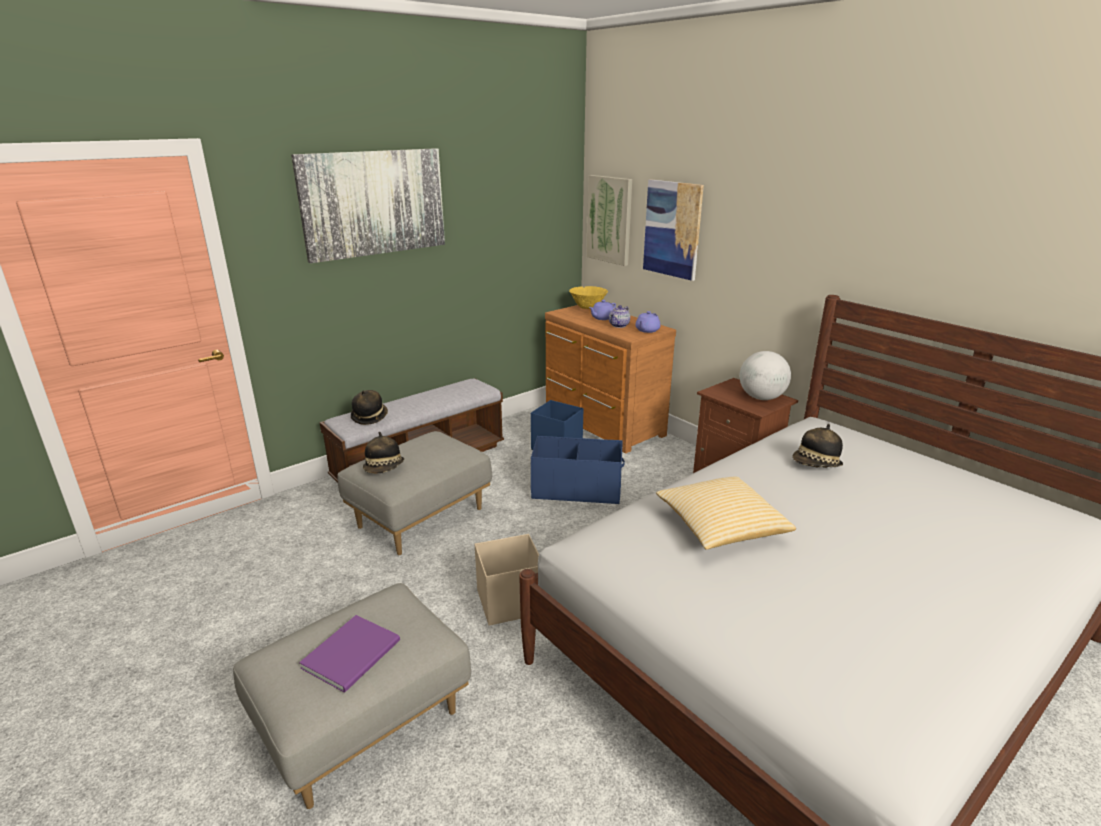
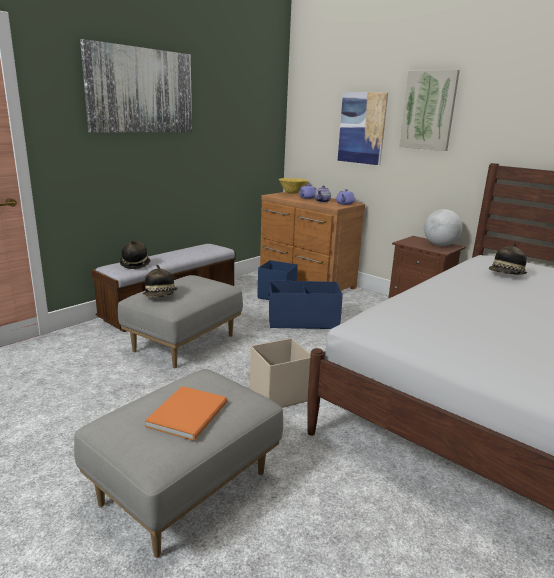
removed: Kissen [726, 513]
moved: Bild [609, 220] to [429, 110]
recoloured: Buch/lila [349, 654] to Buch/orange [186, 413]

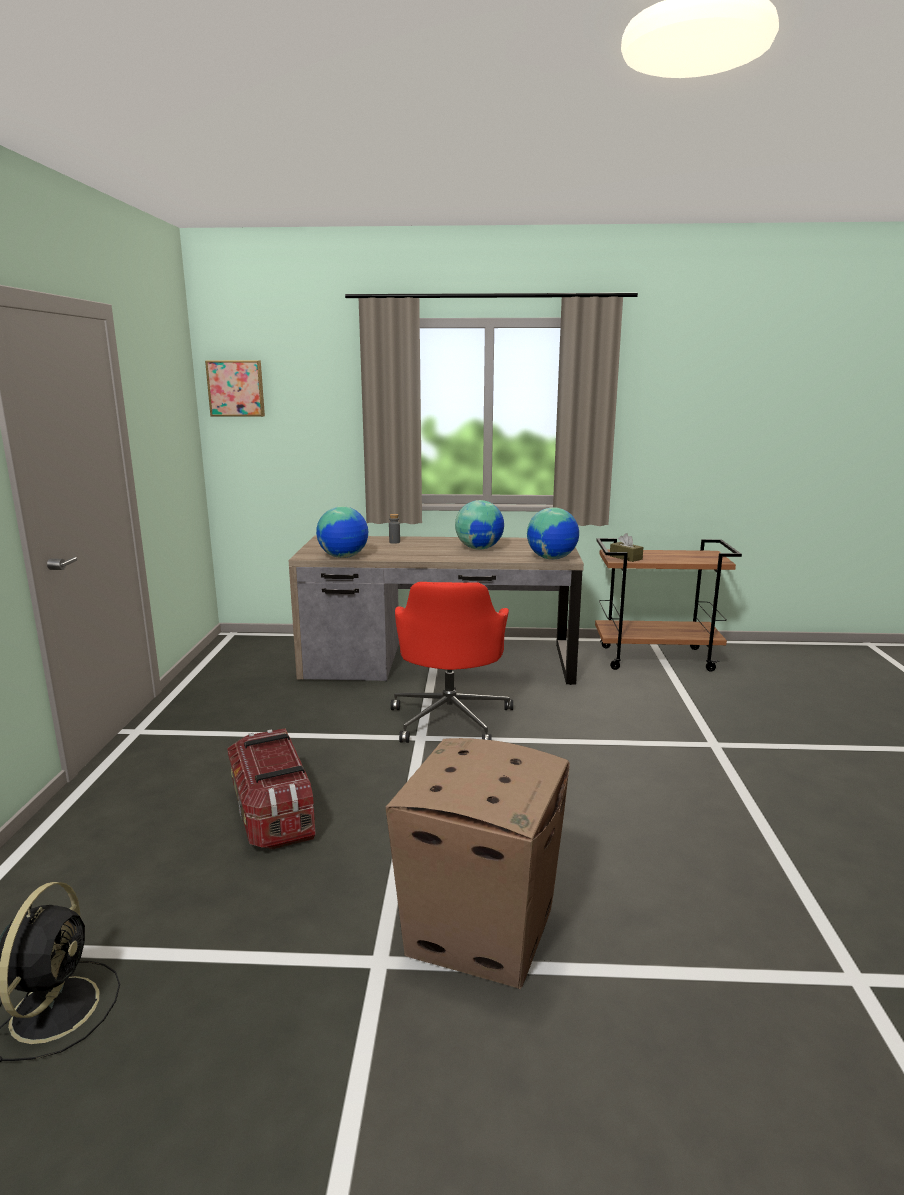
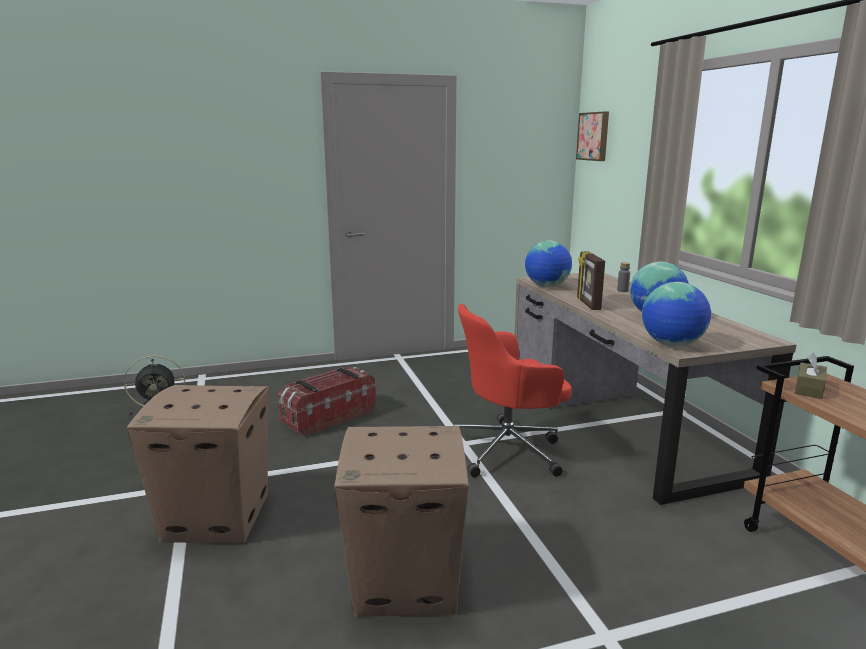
added: Karton [401, 521]; Bilderrahmen [591, 281]

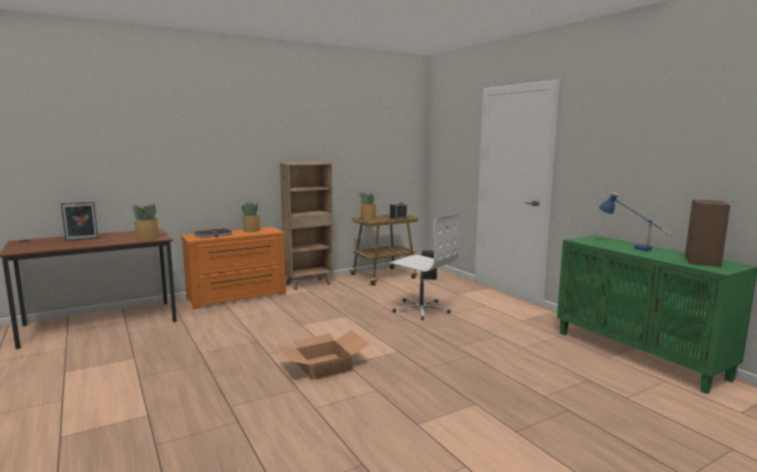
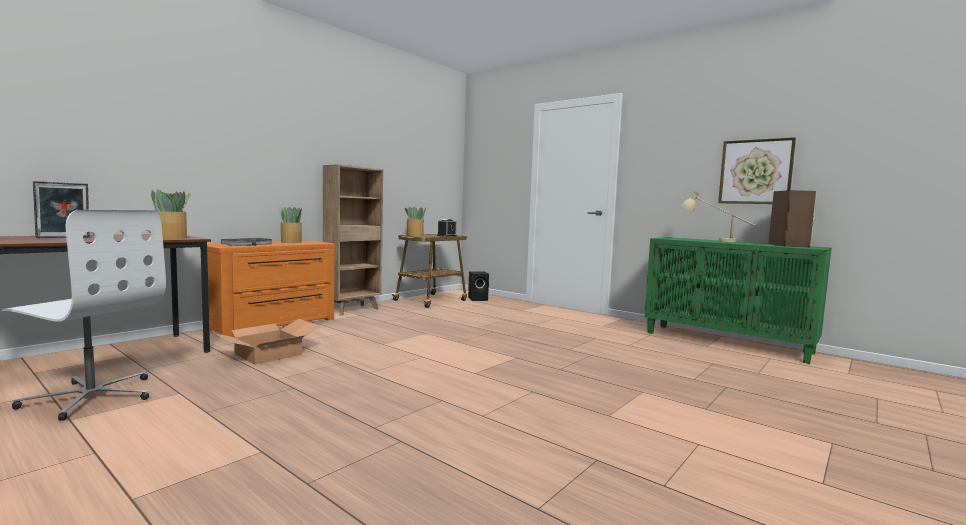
added: Bild [757, 170]
moved: Bürostuhl/weiß [423, 266] to [84, 315]; Karton [323, 355] to [266, 342]
recoloured: Tischlampe/blau [635, 221] to Tischlampe/beige [718, 216]

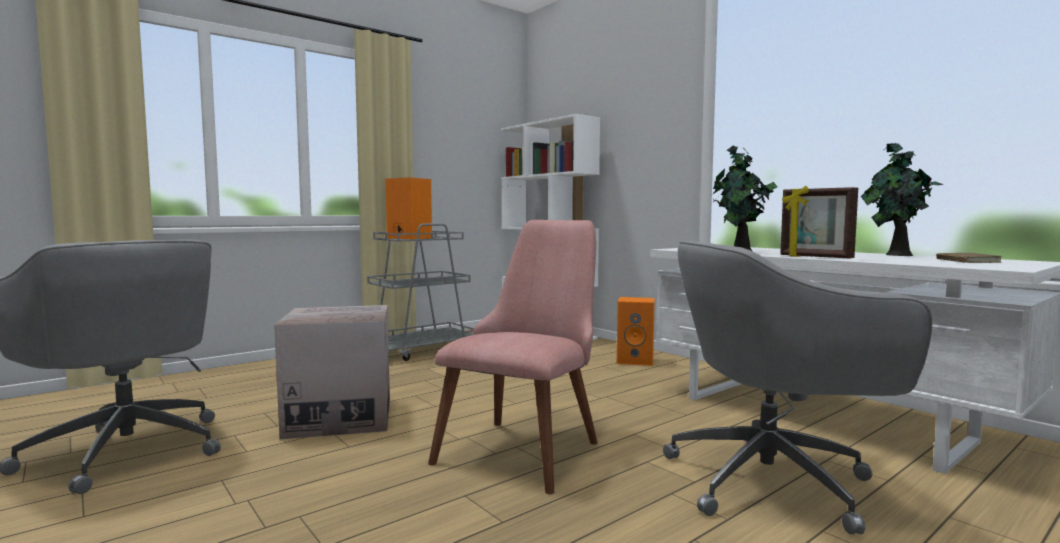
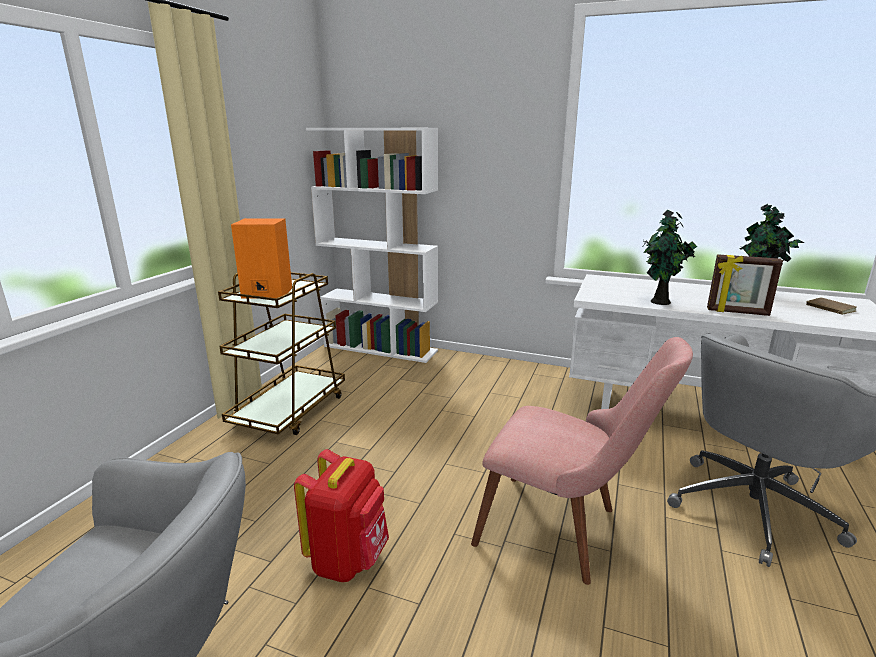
removed: Lautsprecher/orange [636, 331]
replaced: Karton [332, 372] to Rucksack/rot [341, 515]
recoloured: Rollwagen/grau [420, 292] to Rollwagen/braun [281, 353]
turned: Stuhl/rosa [513, 357] = [582, 461] 120 degrees clockwise

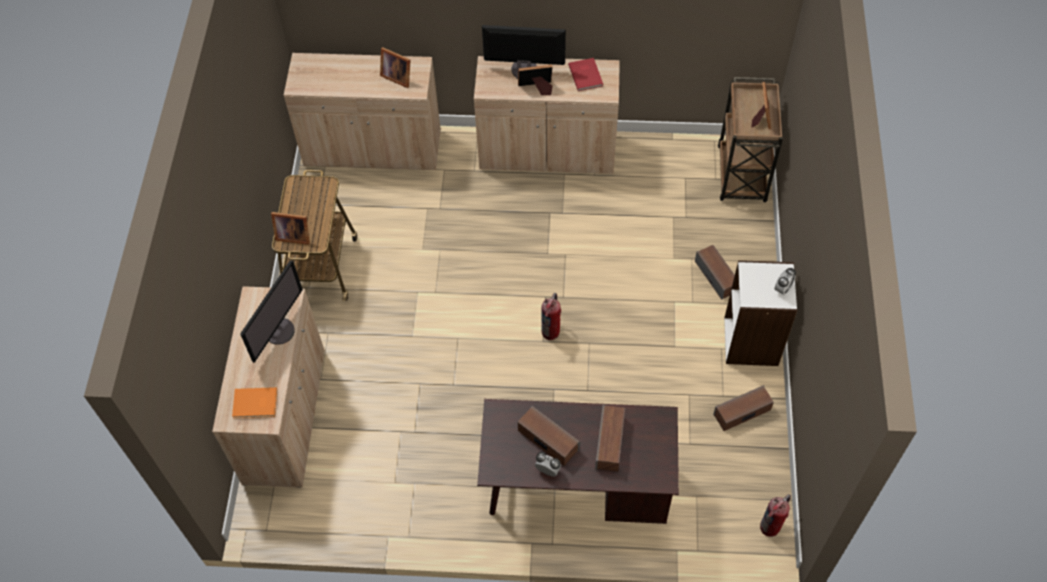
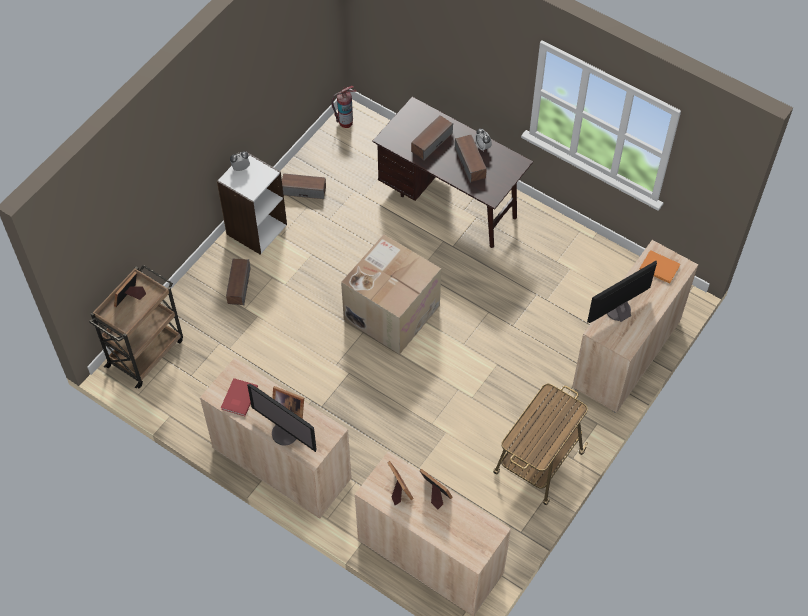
moved: Bilderrahmen [290, 228] to [436, 489]
replaced: Feuerlöscher [551, 316] to Karton [391, 294]

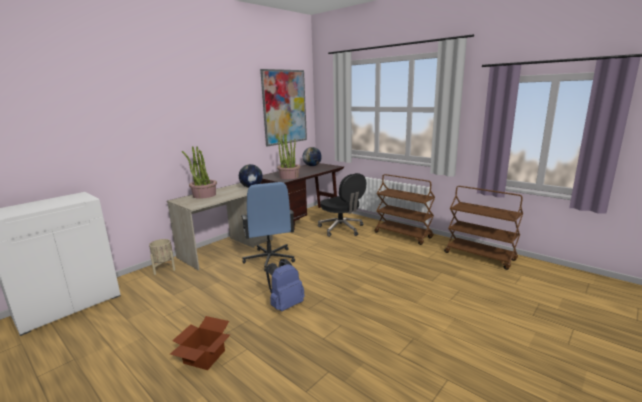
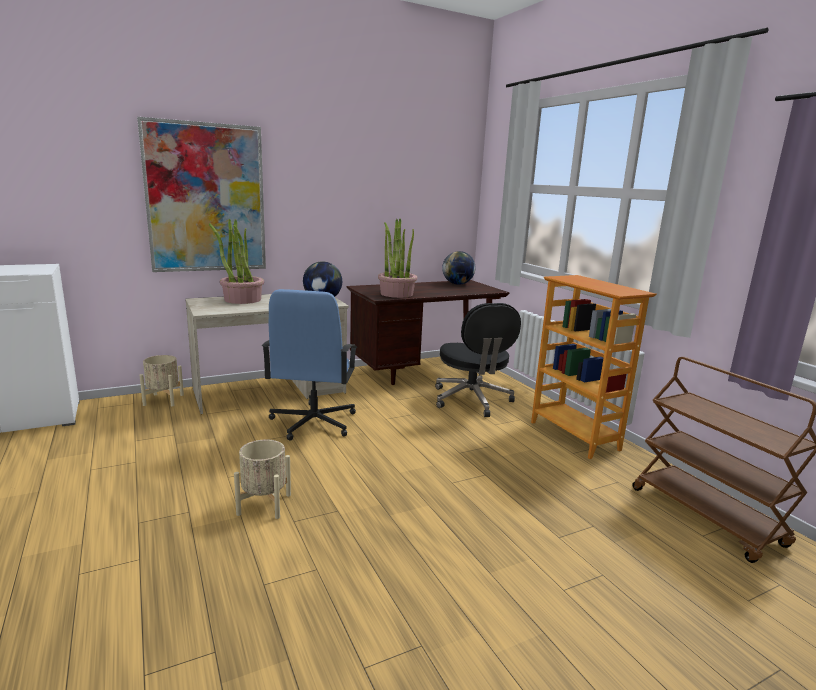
removed: Karton [200, 343]
moved: Bild [283, 107] to [201, 194]
replaced: Rucksack/blau [285, 285] to Pflanzkübel/beige [262, 479]; Rollwagen/braun [404, 209] to Bücherregal [593, 367]

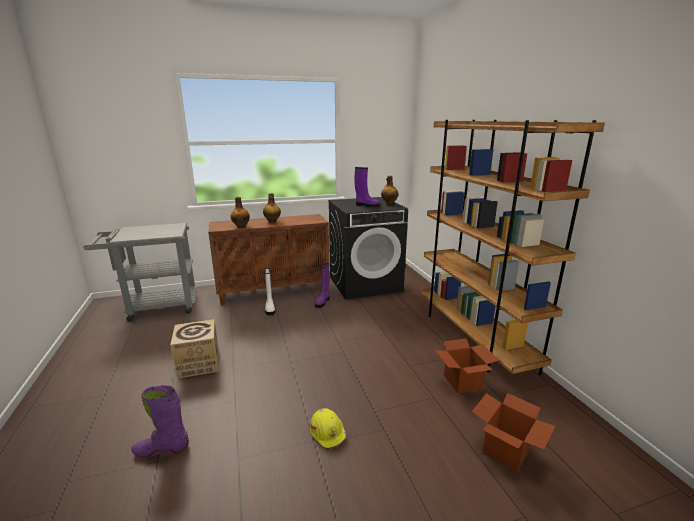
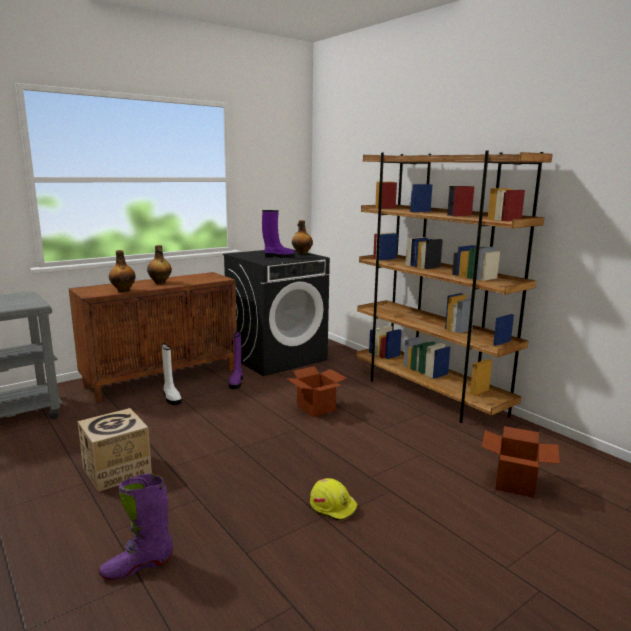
moved: Karton [467, 366] to [316, 391]

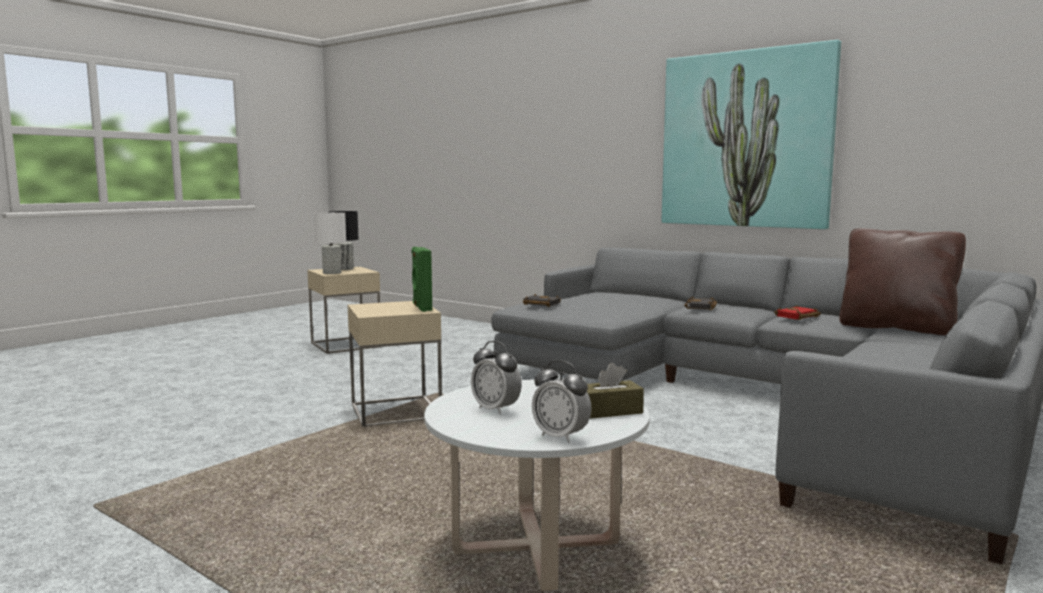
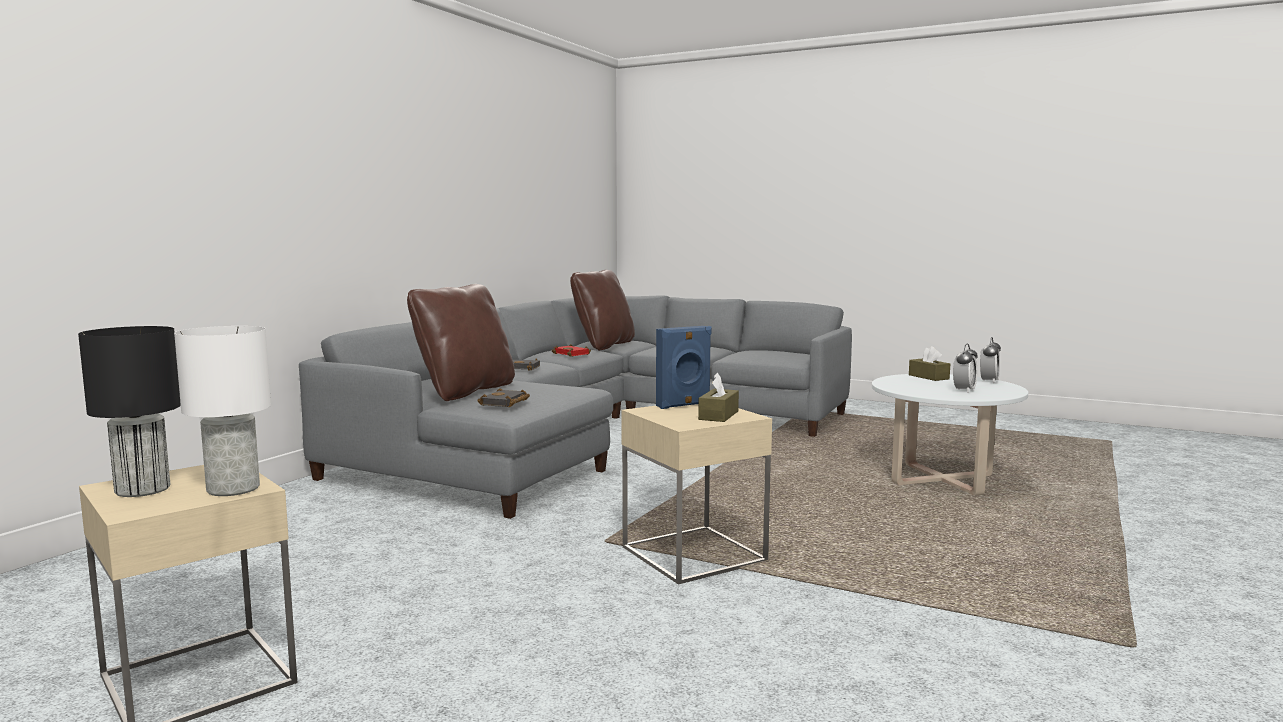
removed: Bild [751, 134]
added: Kissen/braun [461, 342]; Taschentuchbox/braun [718, 397]
recoloured: Lautsprecher/grün [421, 279] to Lautsprecher/blau [684, 367]

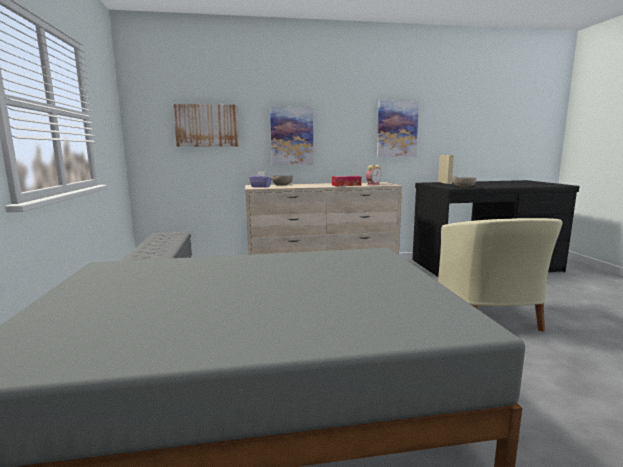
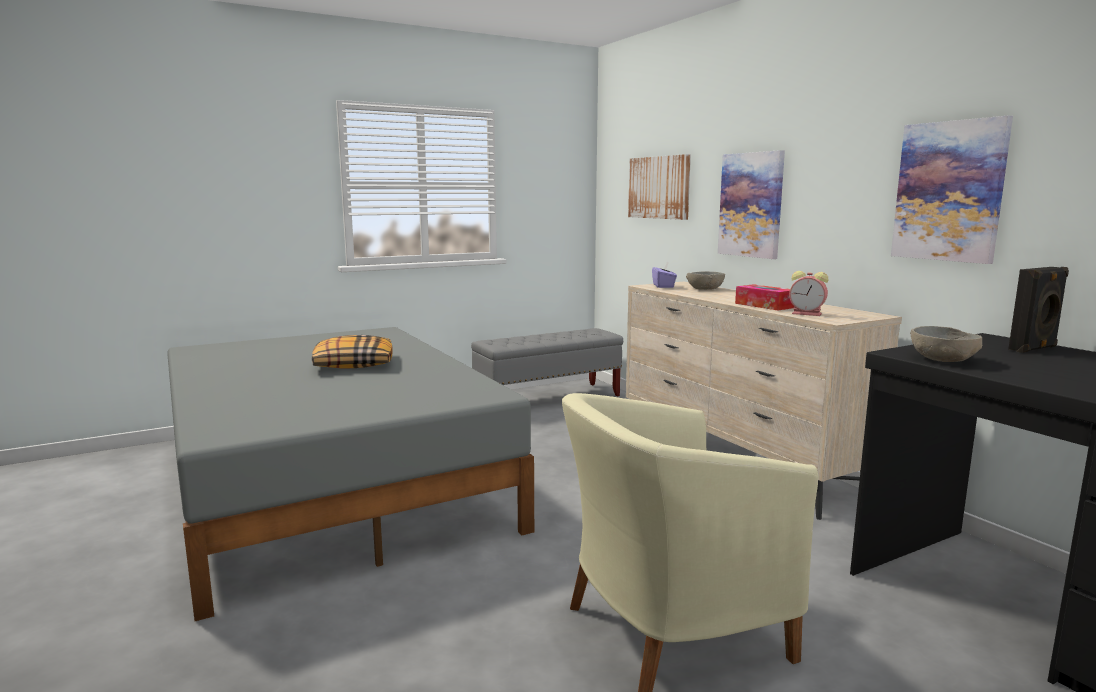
added: Kissen [352, 352]
recoloured: Lautsprecher/beige [446, 169] to Lautsprecher/schwarz [1038, 310]

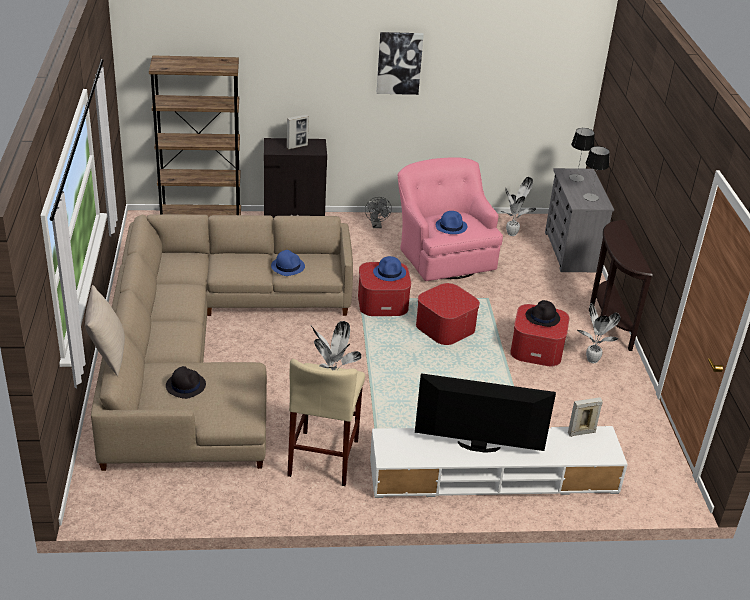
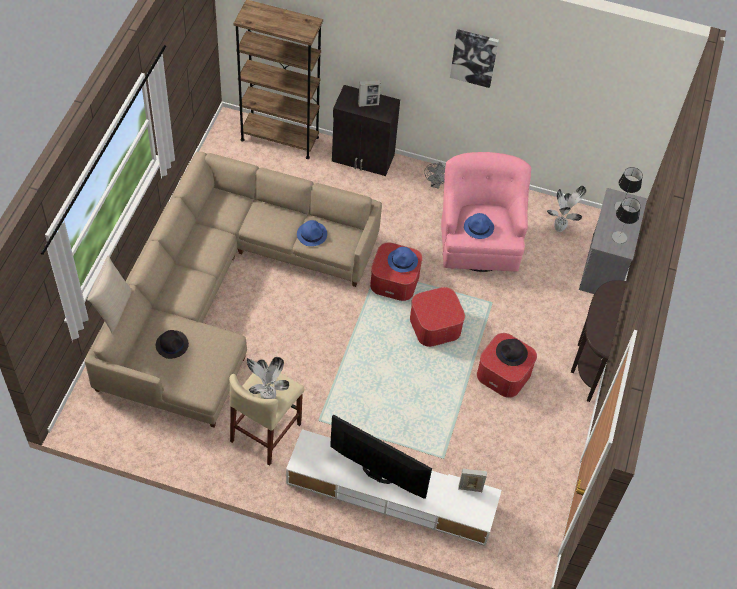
removed: Topfpflanze [599, 333]

